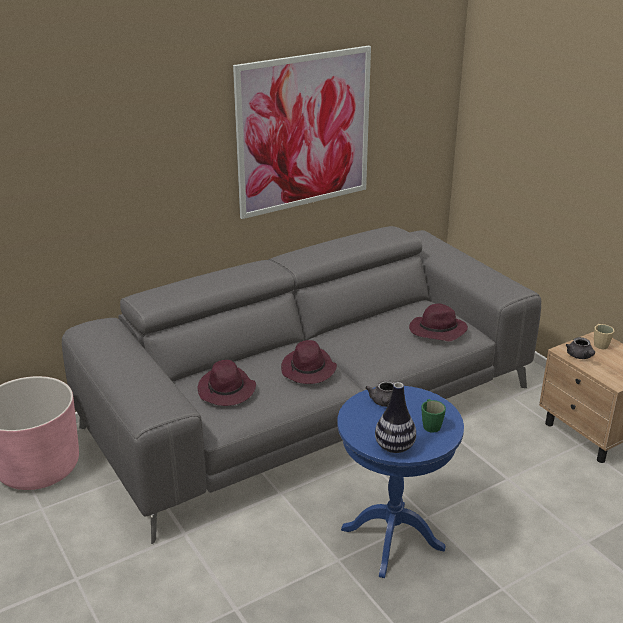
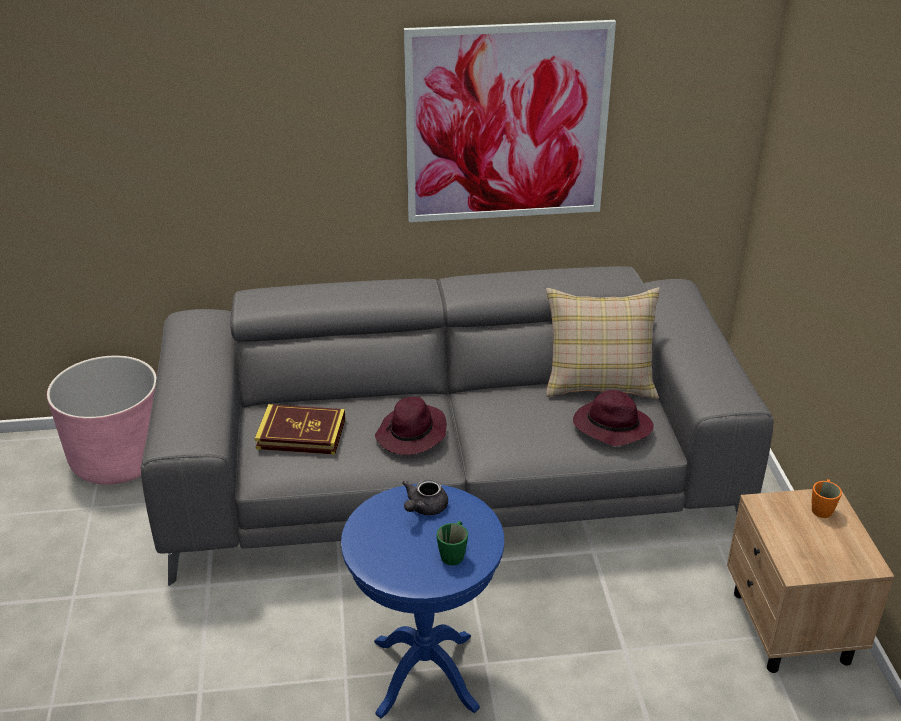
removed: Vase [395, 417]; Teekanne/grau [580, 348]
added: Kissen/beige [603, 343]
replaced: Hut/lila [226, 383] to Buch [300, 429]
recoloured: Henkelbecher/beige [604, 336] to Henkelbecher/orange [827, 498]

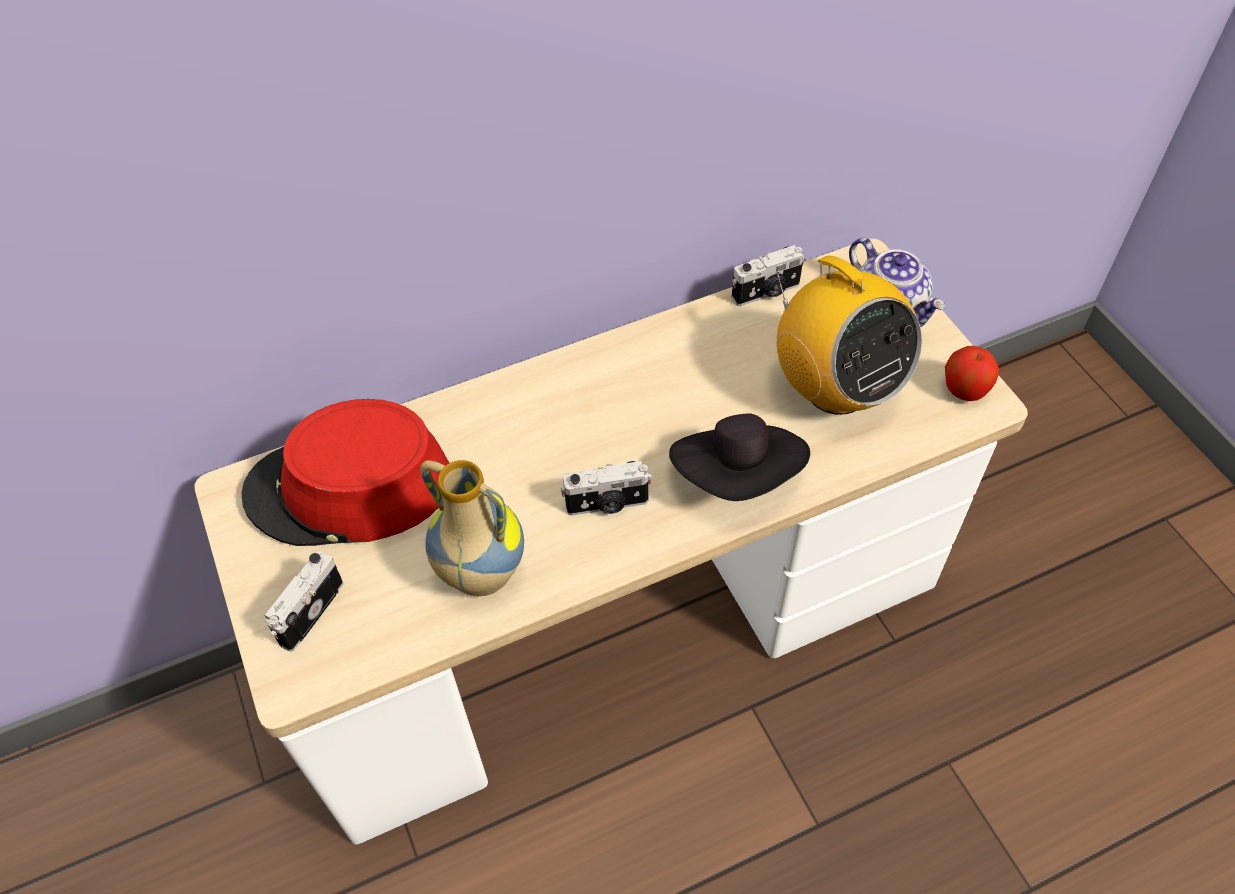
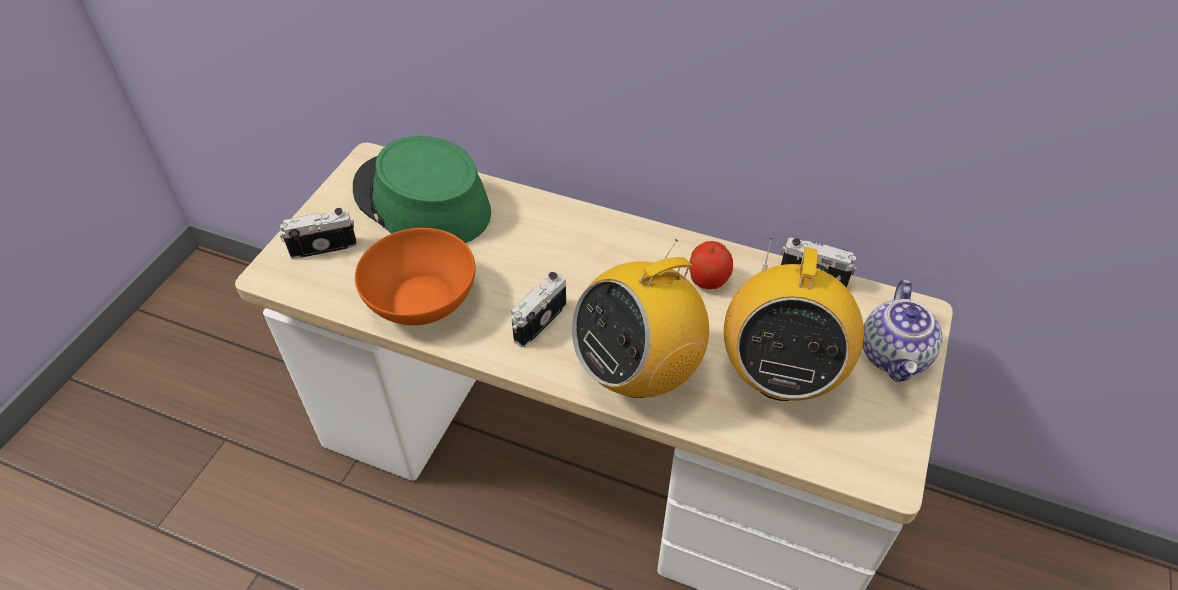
moved: Apfel [972, 373] to [711, 265]
replaced: Vase [472, 528] to Schüssel/orange [415, 276]; Hut/schwarz [739, 457] to Radio [640, 318]
recoloured: Hut/rot [345, 472] to Hut/grün [422, 189]
turned: Kamera [606, 488] = [538, 309] 90 degrees clockwise

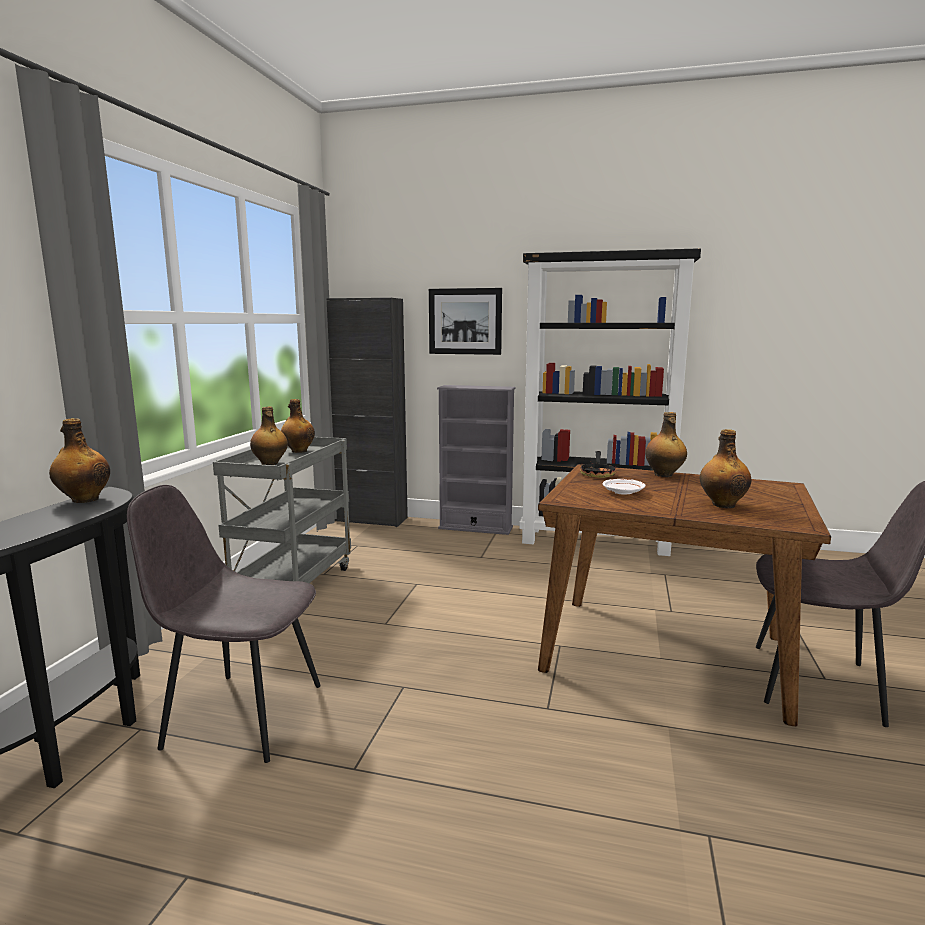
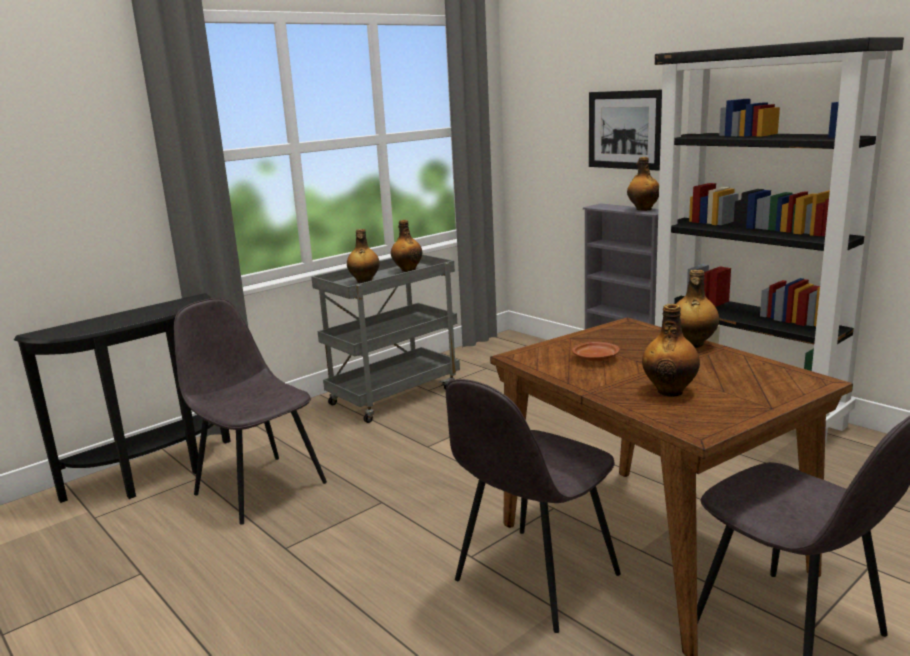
removed: Schrank/schwarz [367, 412]; Pfanne [598, 464]
added: Stuhl/grau [533, 506]
moved: Flasche [79, 460] to [643, 184]
recoloured: Teller/weiß [623, 487] to Teller/braun [595, 351]

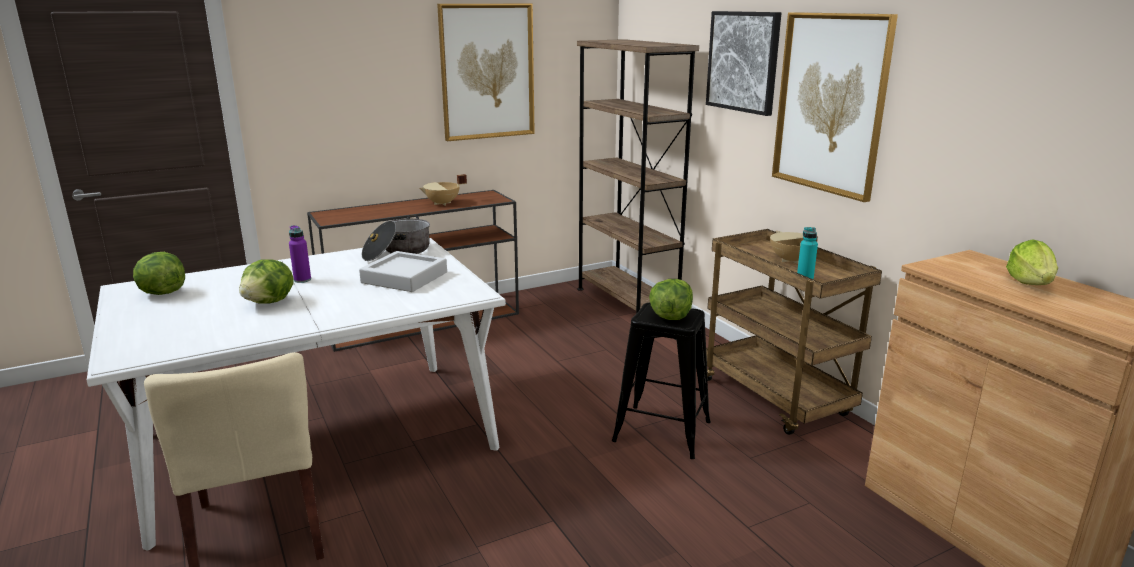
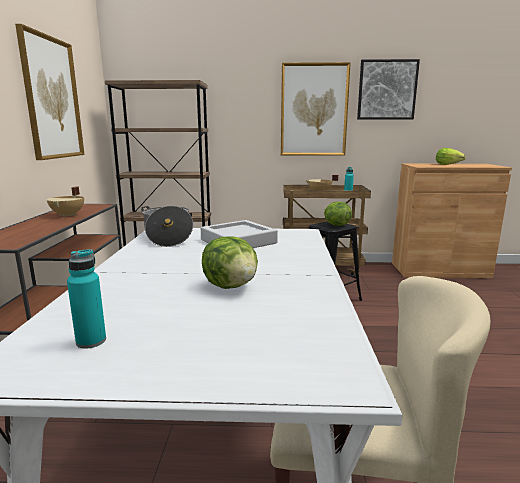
removed: Flasche/lila [300, 254]
moved: Bild [743, 63] to [388, 89]
replaced: Salatkopf [159, 273] to Flasche/türkis [86, 299]

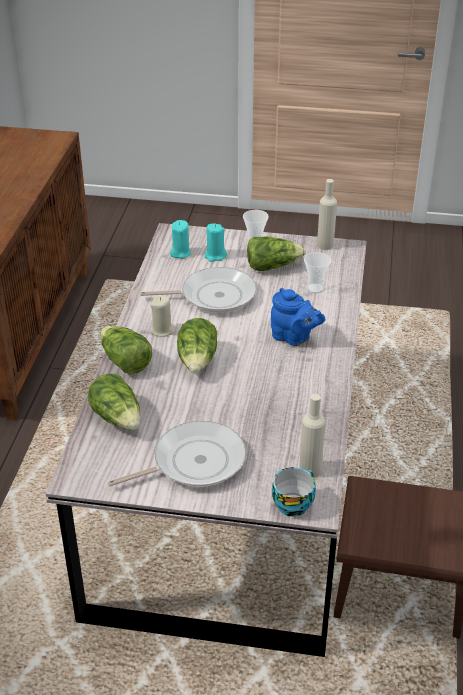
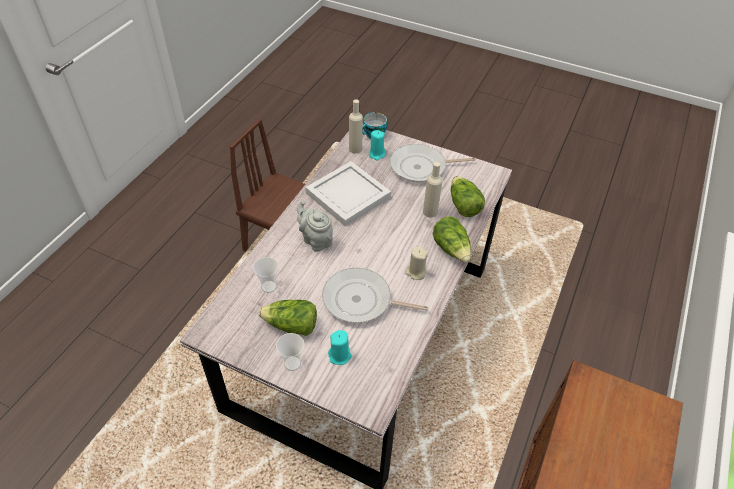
removed: Salatkopf [197, 345]
added: Tablett/weiß [348, 193]
moved: Kerze/türkis [180, 239] to [377, 145]; Flasche/beige [327, 214] to [432, 189]
recoloured: Teekanne/blau [298, 317] to Teekanne/grau [315, 226]

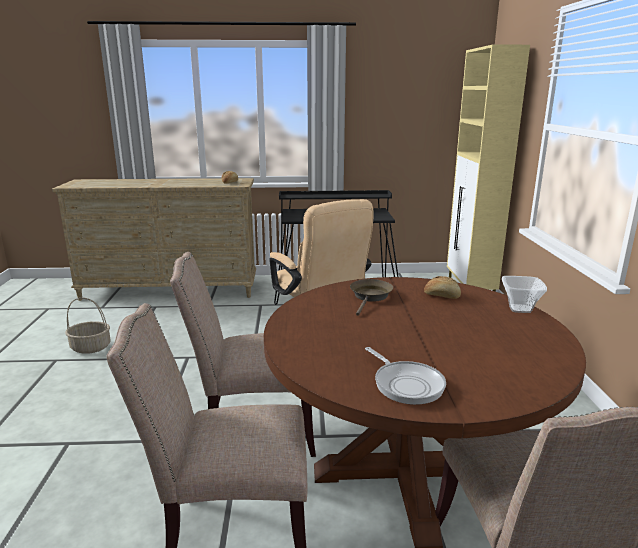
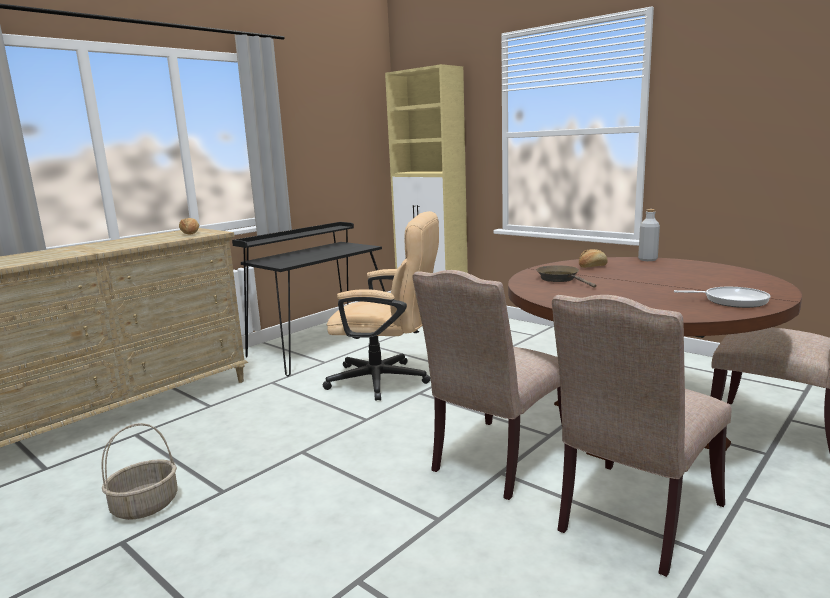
replaced: Schüssel [524, 294] to Flasche/grau [649, 235]

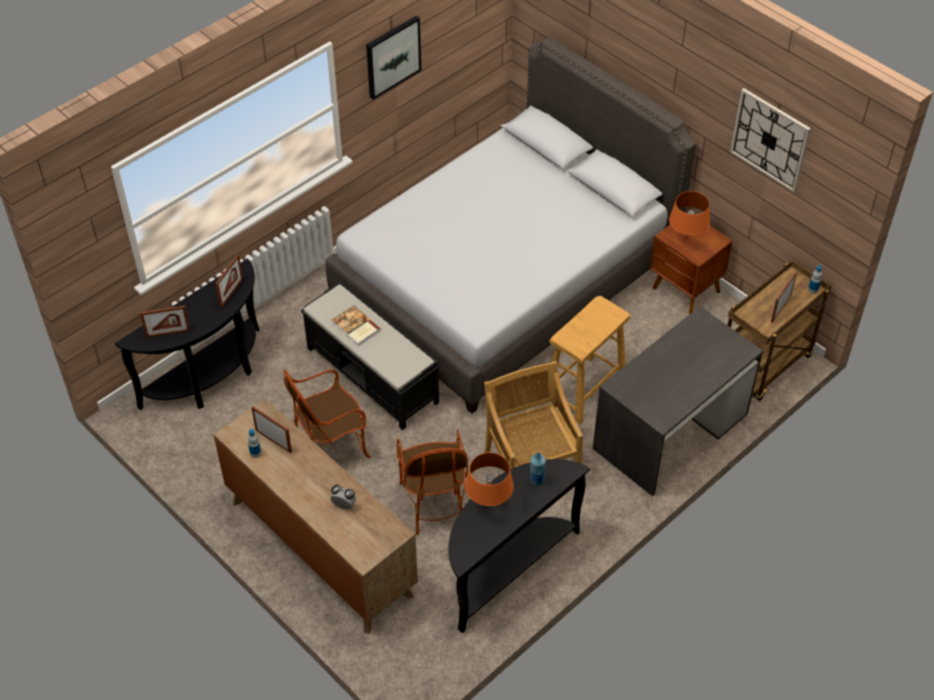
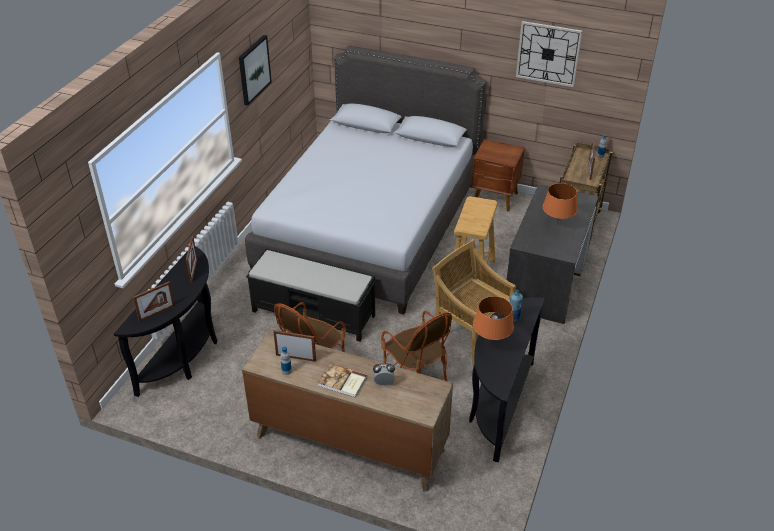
moved: Buch [356, 325] to [342, 380]; Tischlampe/orange [689, 215] to [560, 204]

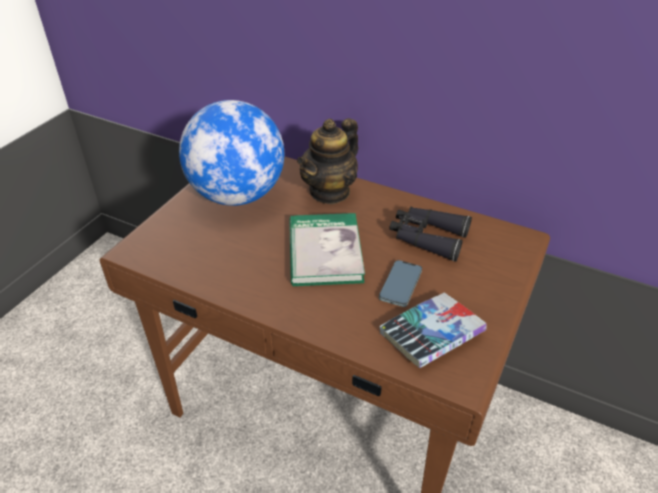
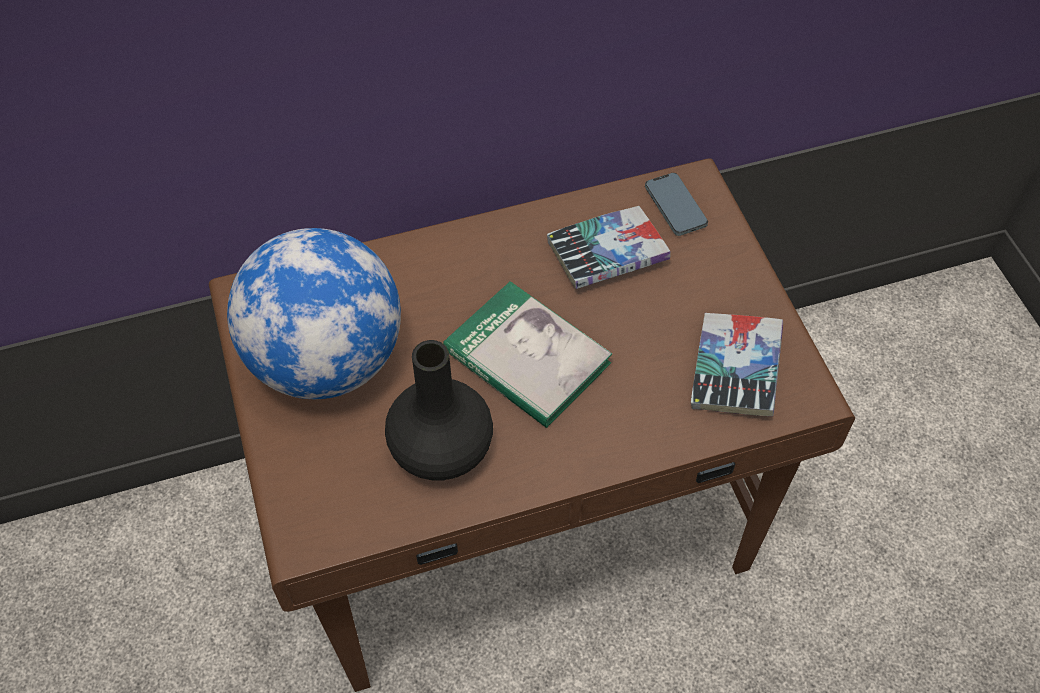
removed: Teekanne [327, 161]
added: Vase/schwarz [439, 410]
moved: Handy [400, 283] to [676, 204]
replaced: Fernglas/schwarz [430, 234] to Buch [608, 247]

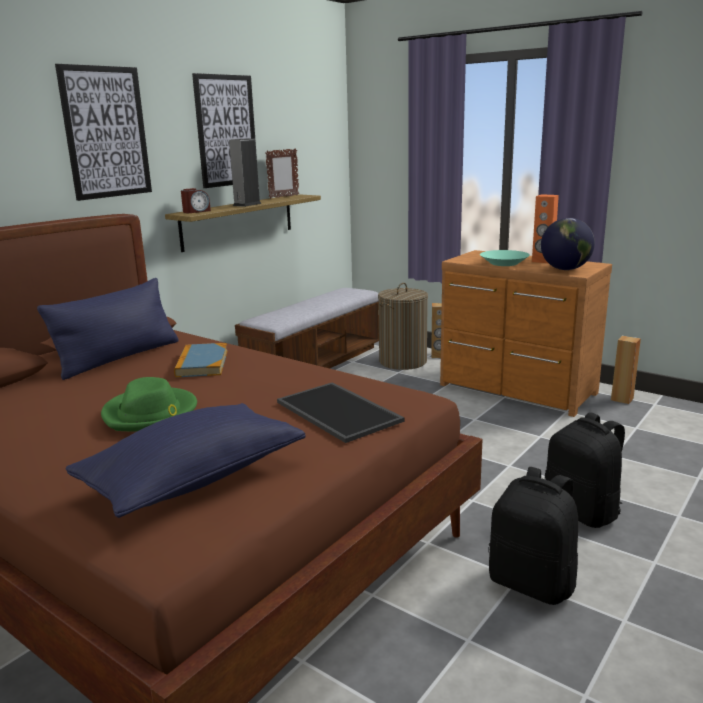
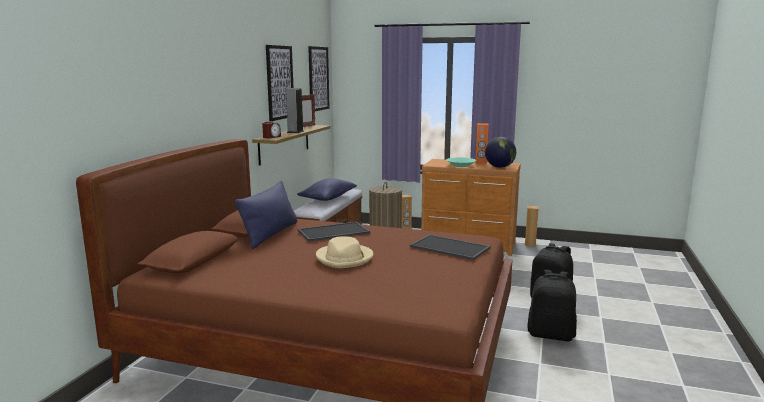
moved: Kissen/blau [186, 460] to [327, 189]; Bild [103, 132] to [319, 78]
replaced: Buch [200, 360] to Tablett [334, 232]
recoloured: Hut/grün [149, 404] to Hut/beige [344, 252]

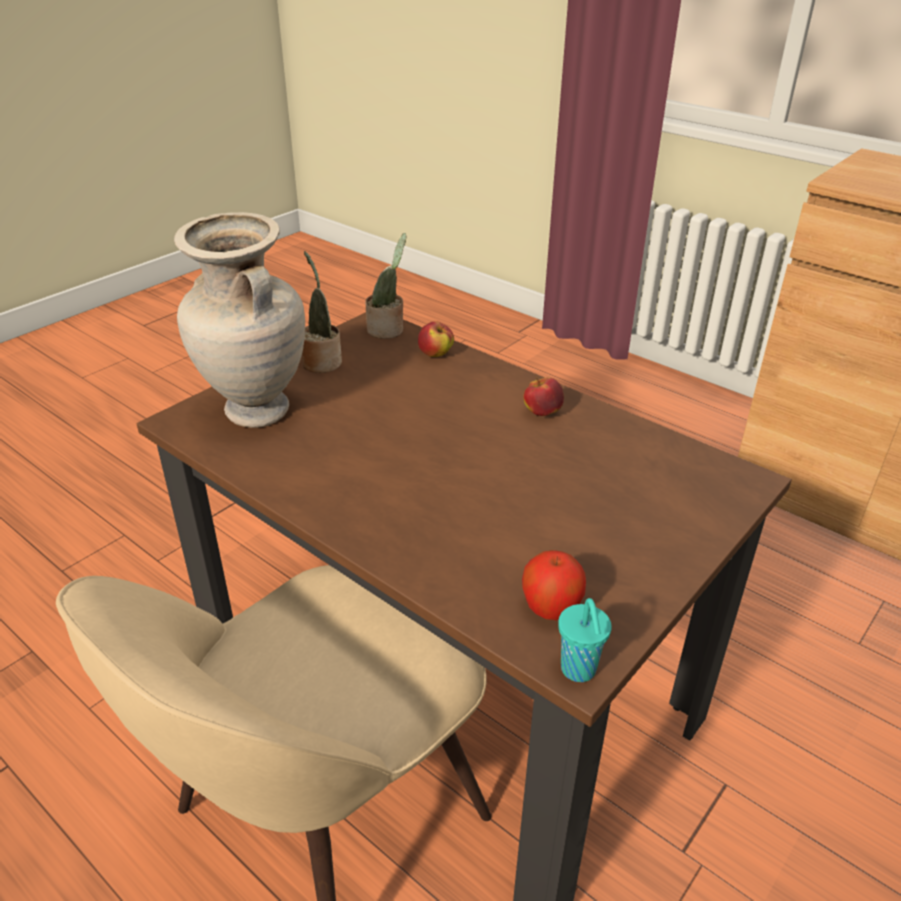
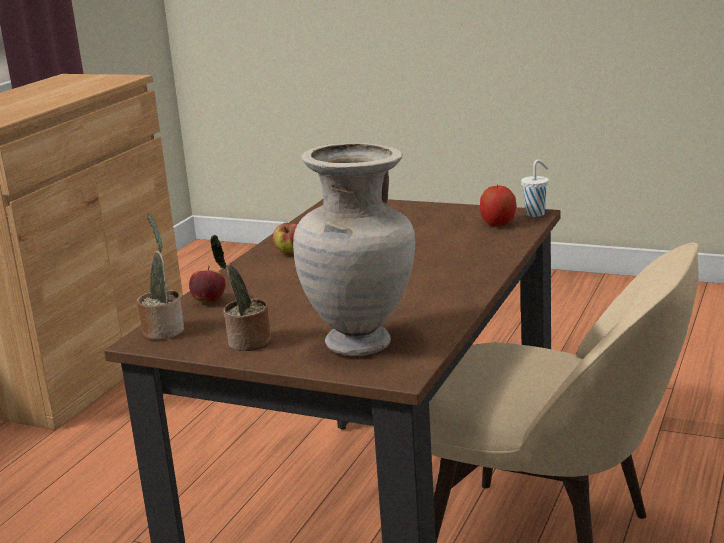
recoloured: Tasse/türkis [585, 640] to Tasse/weiß [535, 188]

